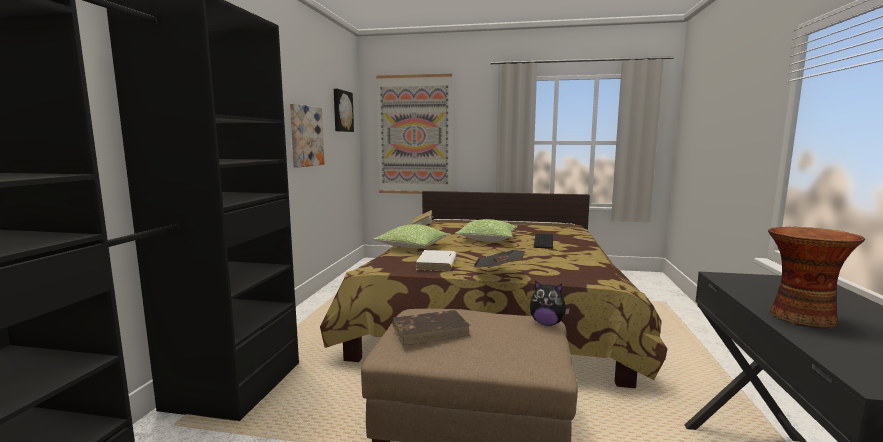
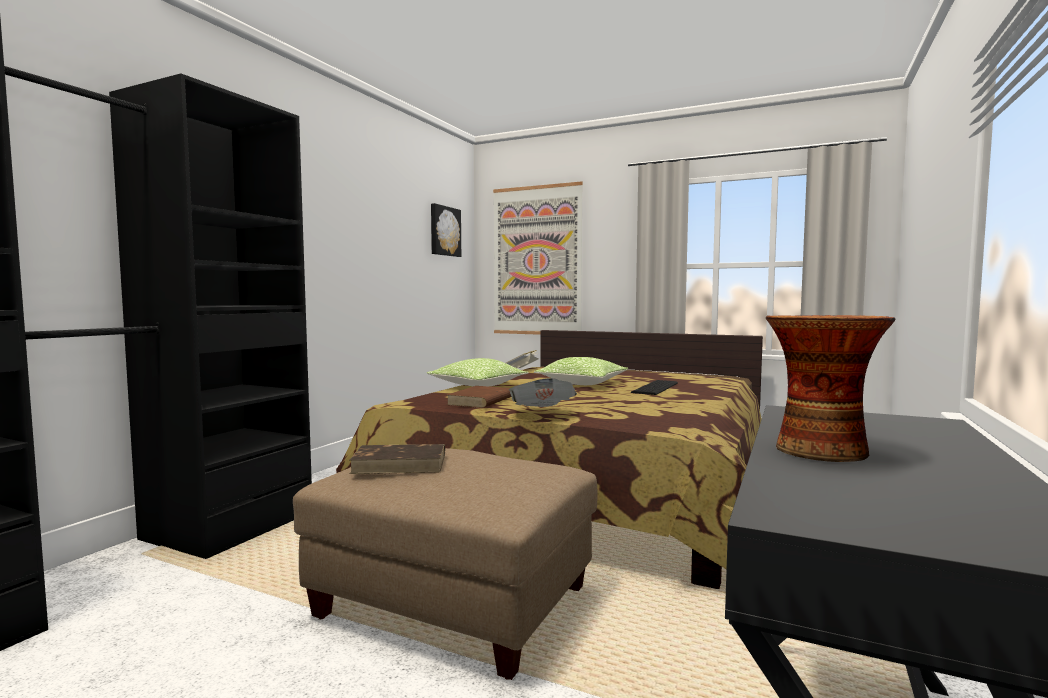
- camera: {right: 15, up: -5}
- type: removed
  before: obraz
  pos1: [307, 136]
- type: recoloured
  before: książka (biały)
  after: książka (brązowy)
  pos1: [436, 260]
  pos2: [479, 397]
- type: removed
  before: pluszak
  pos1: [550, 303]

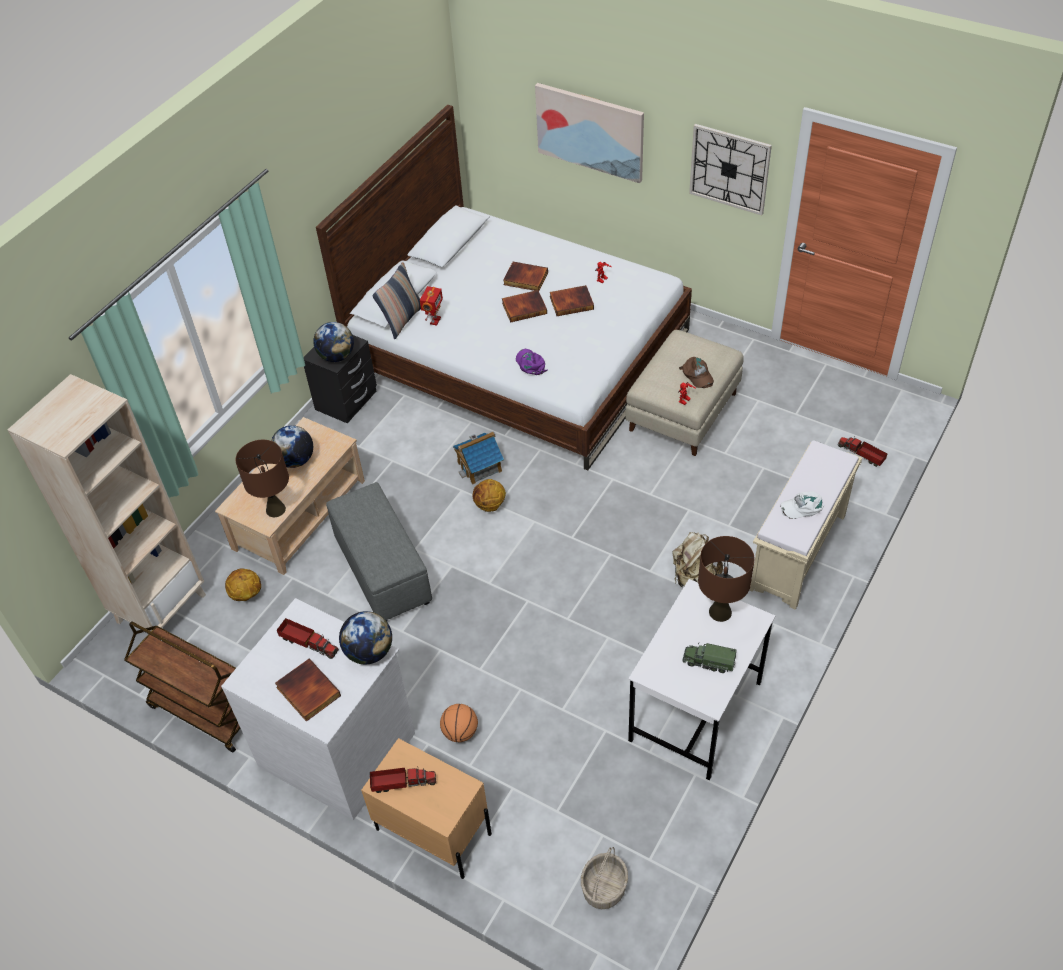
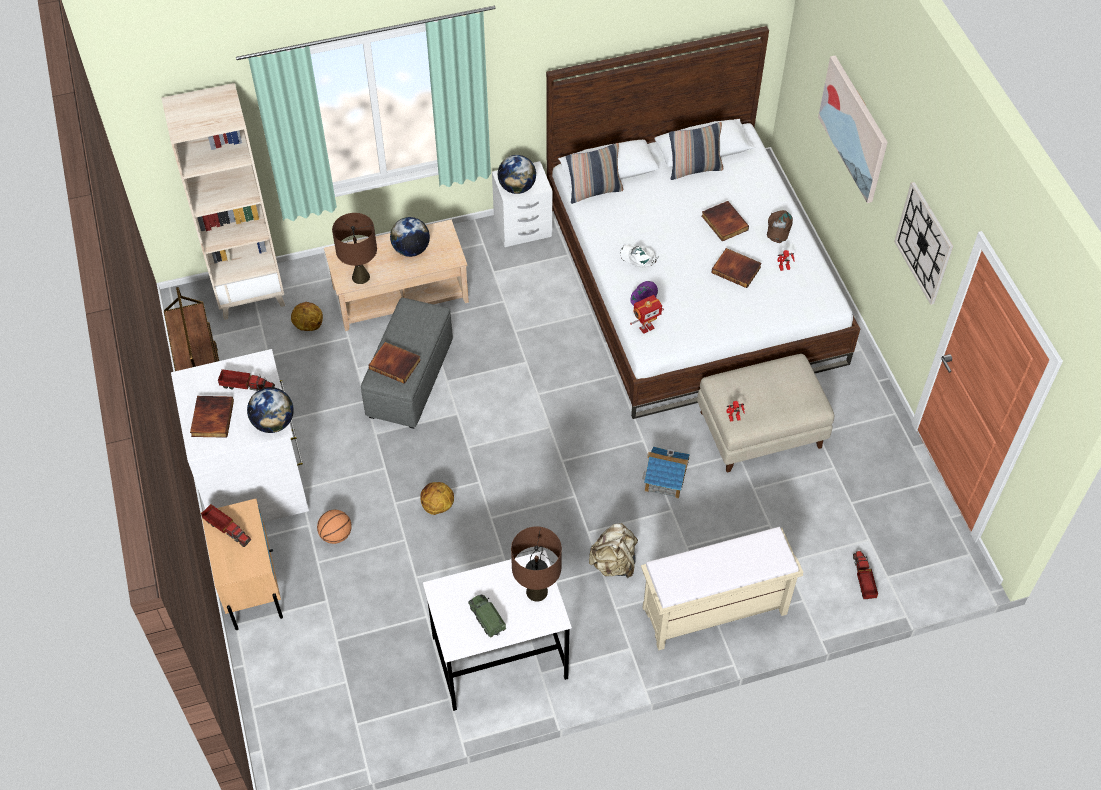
- camera: {right: 40, up: 5}
- type: turned
  before: ciężarówka zabawkowa
  pos1: [308, 638]
  pos2: [246, 380]
  turn: -60
- type: recoloured
  before: szafka nocna (czarny)
  after: szafka nocna (biały)
  pos1: [340, 379]
  pos2: [522, 204]
- type: moved
  before: robot zabawkowy
  pos1: [431, 306]
  pos2: [647, 314]
- type: moved
  before: domek
  pos1: [478, 458]
  pos2: [666, 472]
- type: moved
  before: piłka do koszykówki
  pos1: [489, 495]
  pos2: [437, 498]
- type: moved
  before: książka
  pos1: [524, 306]
  pos2: [394, 363]
- type: removed
  before: koszyk
  pos1: [604, 878]
- type: moved
  before: czapka z daszkiem (brązowy)
  pos1: [696, 372]
  pos2: [780, 226]
- type: moved
  before: czapka z daszkiem (biały)
  pos1: [802, 505]
  pos2: [639, 256]
- type: added
  after: poduszka
  pos2: [696, 151]

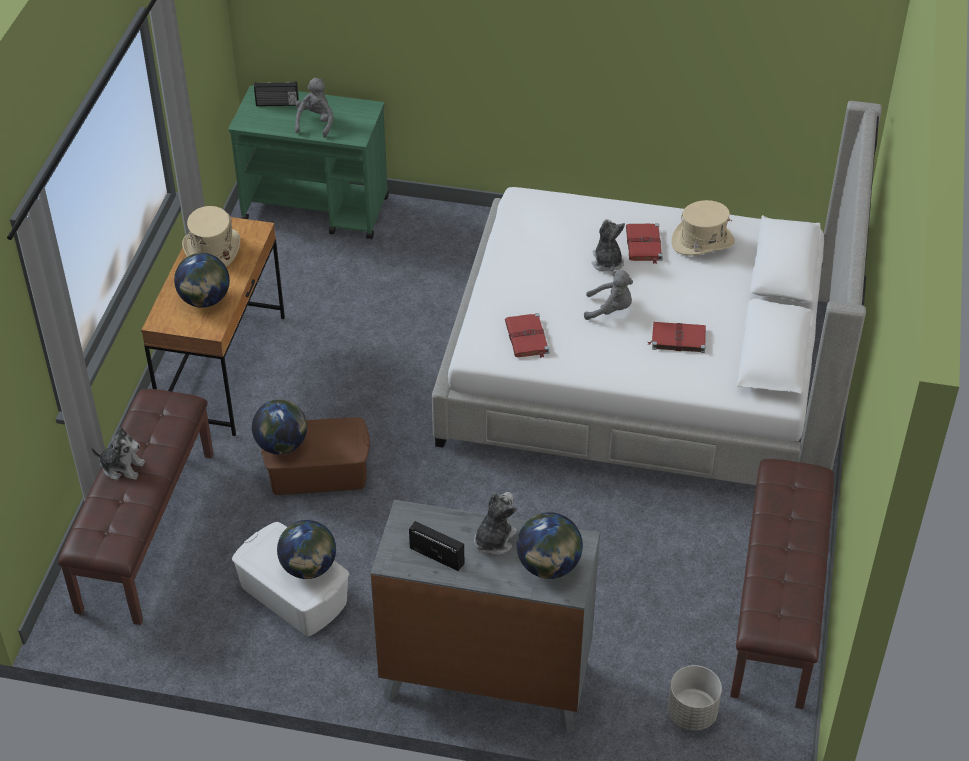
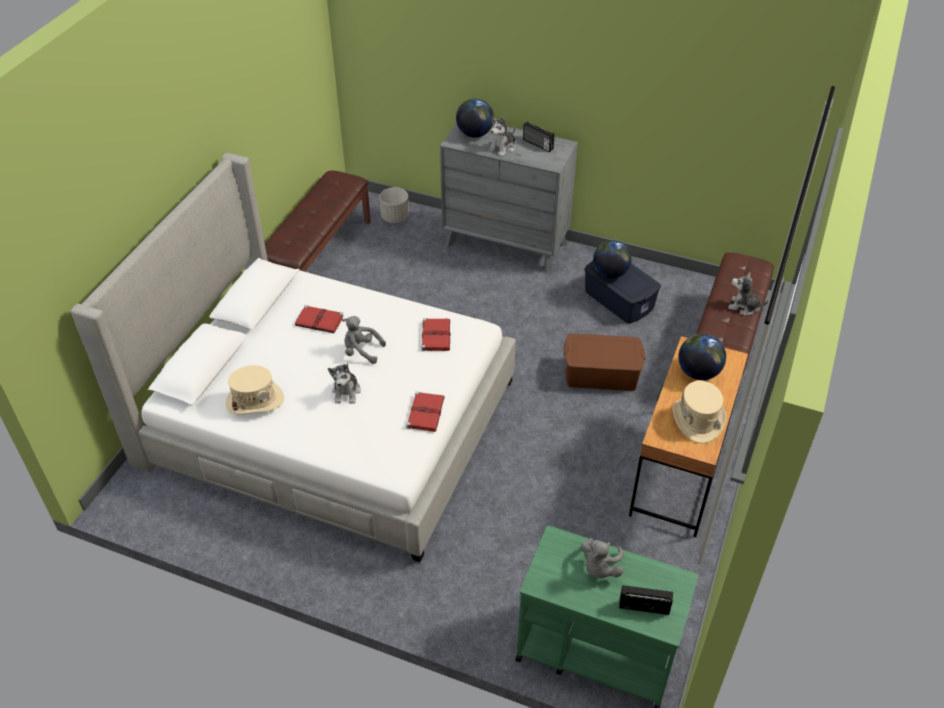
- camera: {right: -170, up: 0}
- type: recoloured
  before: pojemnik do przechowywania (biały)
  after: pojemnik do przechowywania (niebieski)
  pos1: [290, 579]
  pos2: [622, 292]
- type: removed
  before: globus
  pos1: [279, 427]
- type: moved
  before: książka (czerwony)
  pos1: [644, 243]
  pos2: [425, 412]

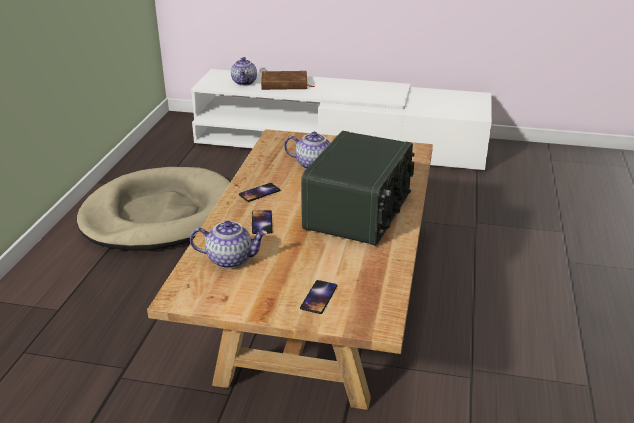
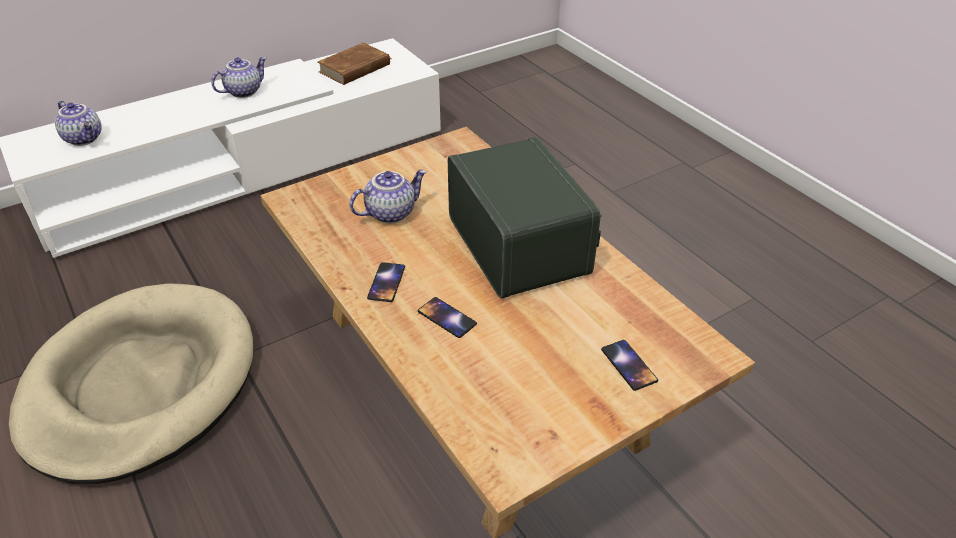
- camera: {right: -45, up: 10}
- type: moved
  before: imbryk
  pos1: [228, 245]
  pos2: [239, 77]
- type: moved
  before: książka (brązowy)
  pos1: [288, 80]
  pos2: [354, 64]

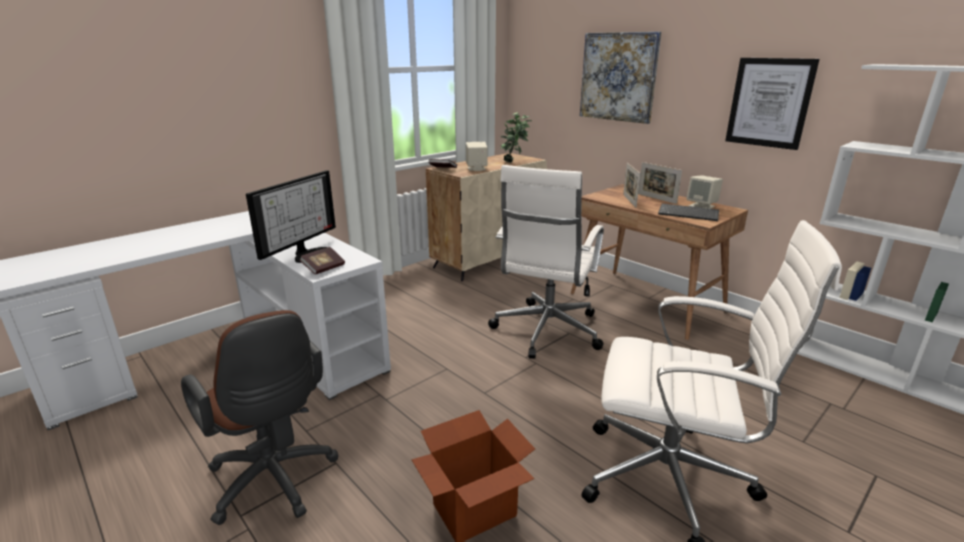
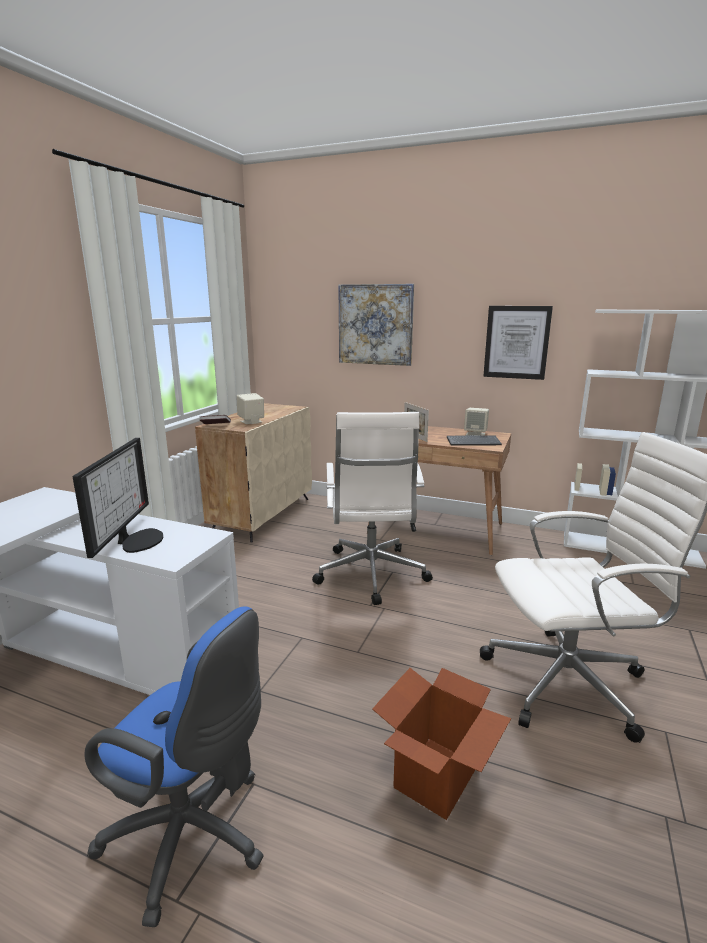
- camera: {right: -25, up: -5}
- type: recoloured
  before: krzesło biurowe (brązowy)
  after: krzesło biurowe (niebieski)
  pos1: [260, 417]
  pos2: [174, 766]
- type: removed
  before: książka
  pos1: [322, 261]
- type: removed
  before: roślina doniczkowa
  pos1: [516, 137]
- type: removed
  before: ramka na zdjęcie
  pos1: [660, 183]

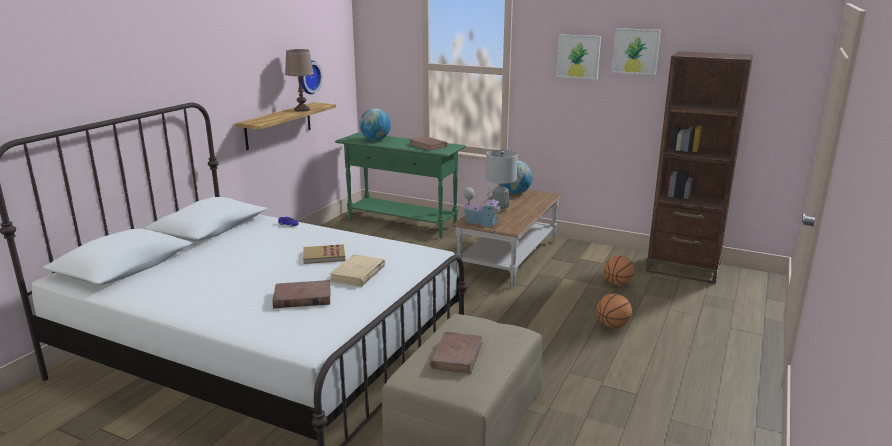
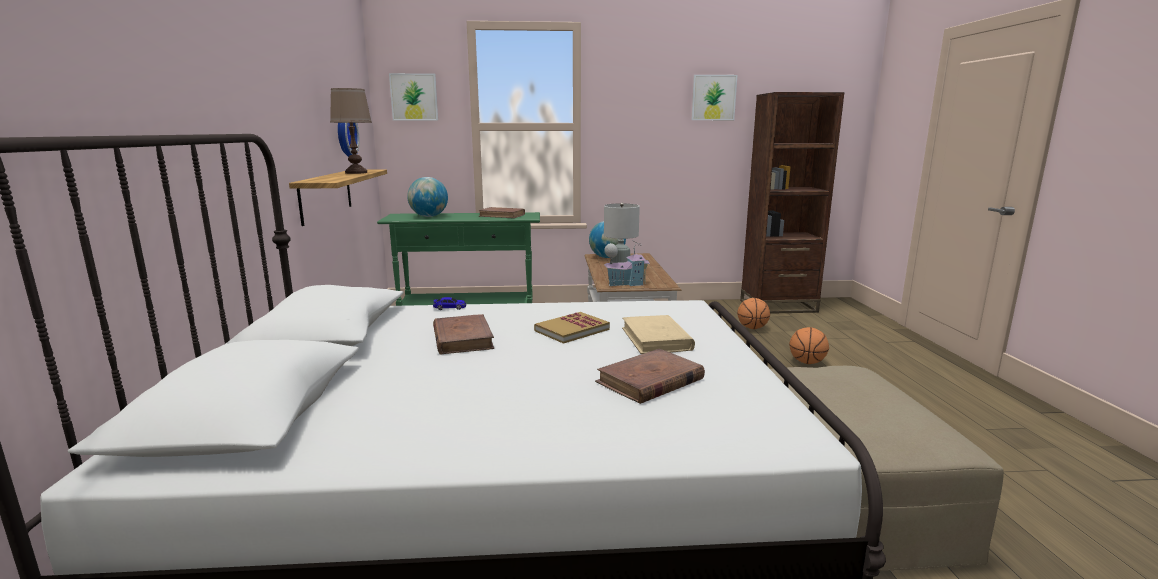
- camera: {right: -30, up: -5}
- type: moved
  before: książka (brązowy)
  pos1: [456, 353]
  pos2: [463, 334]
- type: moved
  before: obraz
  pos1: [579, 56]
  pos2: [413, 97]

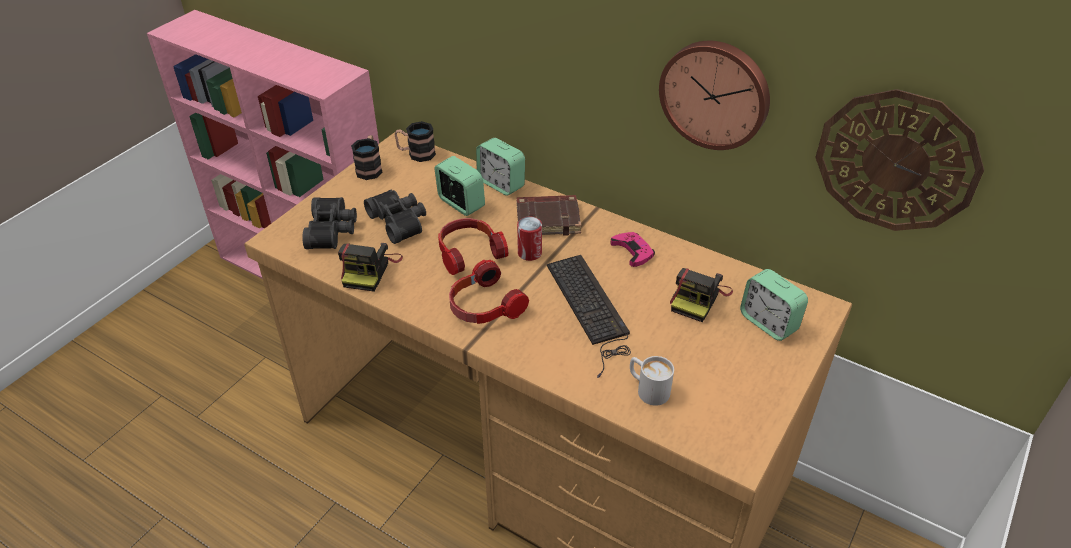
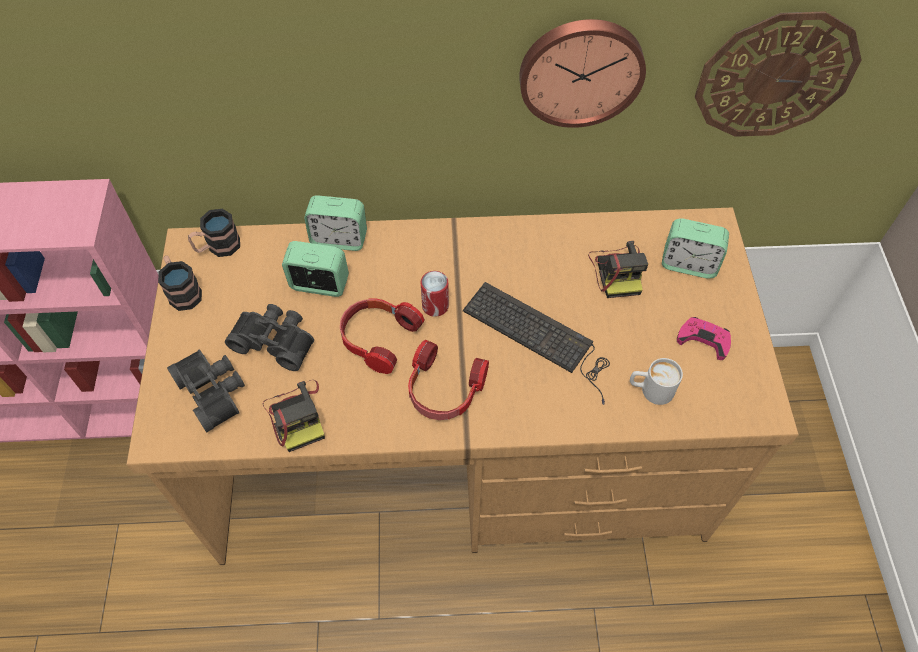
- camera: {right: -35, up: 15}
- type: removed
  before: książka (brązowy)
  pos1: [548, 215]
- type: moved
  before: pad do gier (różowy)
  pos1: [632, 249]
  pos2: [704, 338]

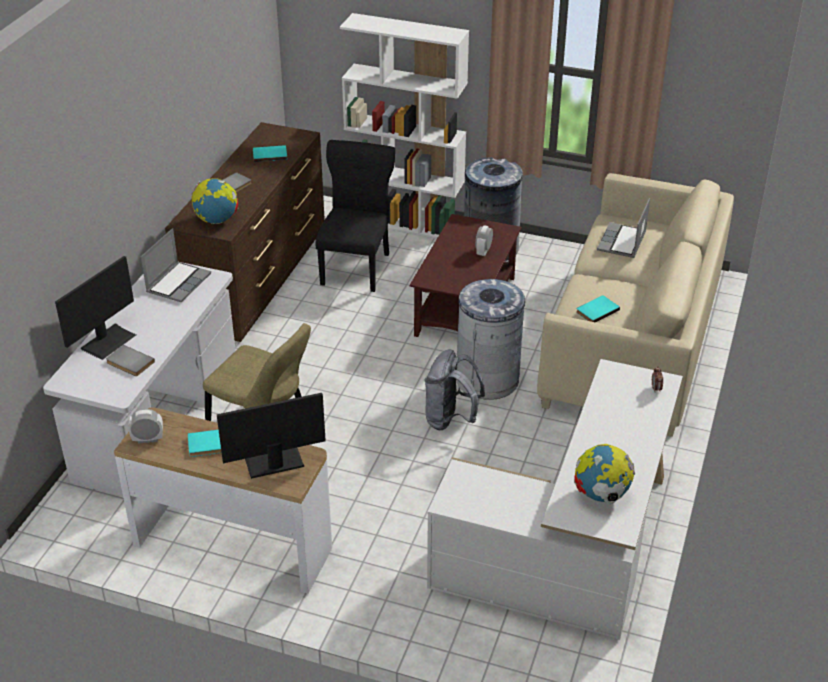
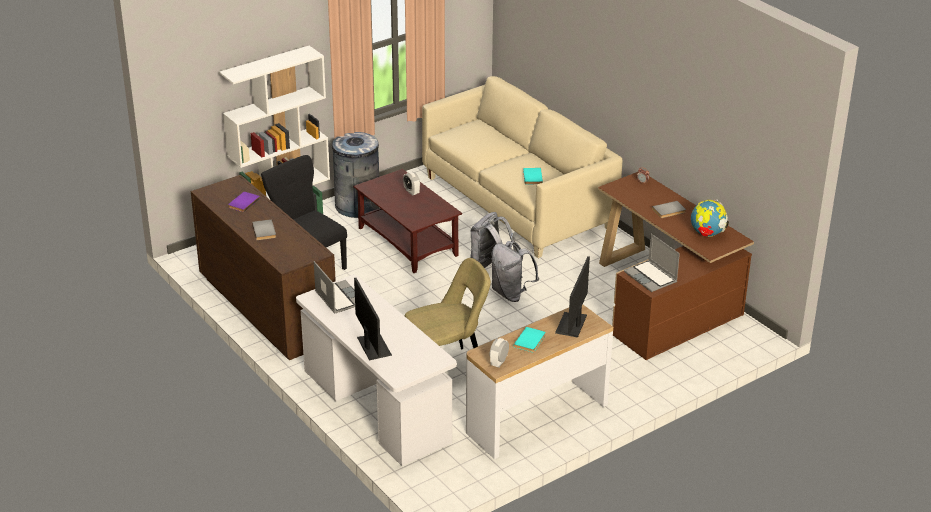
- camera: {right: -55, up: -5}
- type: moved
  before: książka (szary)
  pos1: [130, 360]
  pos2: [669, 209]
- type: removed
  before: globus
  pos1: [214, 201]
- type: recoloured
  before: książka (turkusowy)
  after: książka (fioletowy)
  pos1: [270, 153]
  pos2: [244, 202]
- type: recoloured
  before: biurko (biały)
  after: biurko (brązowy)
  pos1: [555, 499]
  pos2: [676, 266]
- type: replaced
  before: kosz na śmieci (szary)
  after: plecak (szary)
  pos1: [490, 339]
  pos2: [493, 240]
- type: moved
  before: laptop
  pos1: [623, 228]
  pos2: [652, 263]

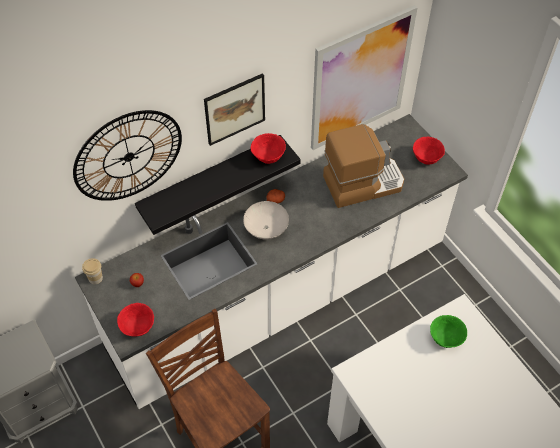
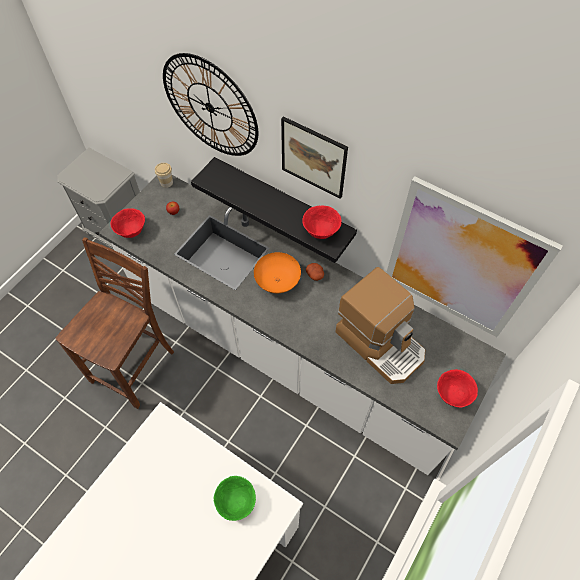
- camera: {right: 65, up: 5}
- type: recoloured
  before: miska (biały)
  after: miska (pomarańczowy)
  pos1: [266, 220]
  pos2: [277, 272]

